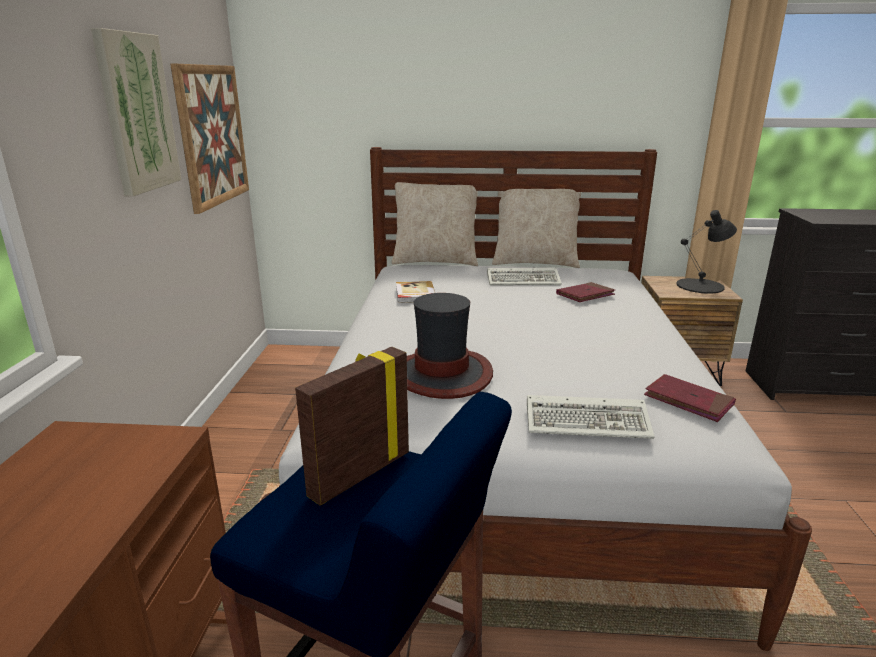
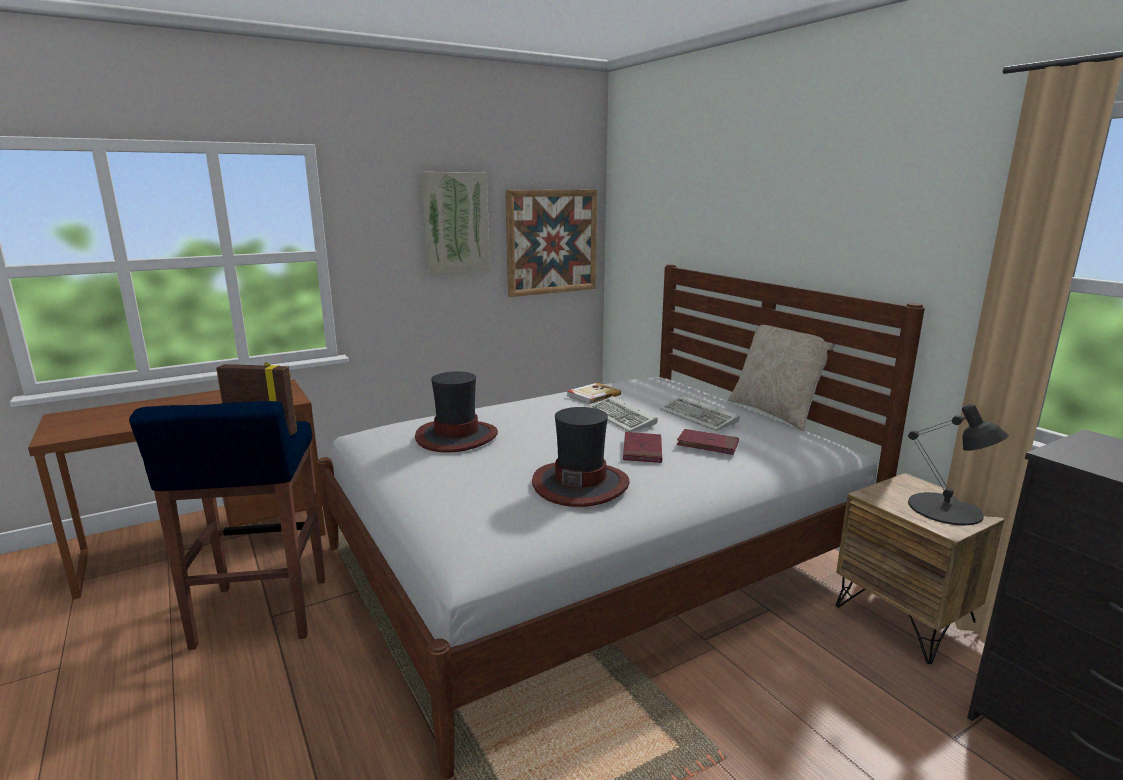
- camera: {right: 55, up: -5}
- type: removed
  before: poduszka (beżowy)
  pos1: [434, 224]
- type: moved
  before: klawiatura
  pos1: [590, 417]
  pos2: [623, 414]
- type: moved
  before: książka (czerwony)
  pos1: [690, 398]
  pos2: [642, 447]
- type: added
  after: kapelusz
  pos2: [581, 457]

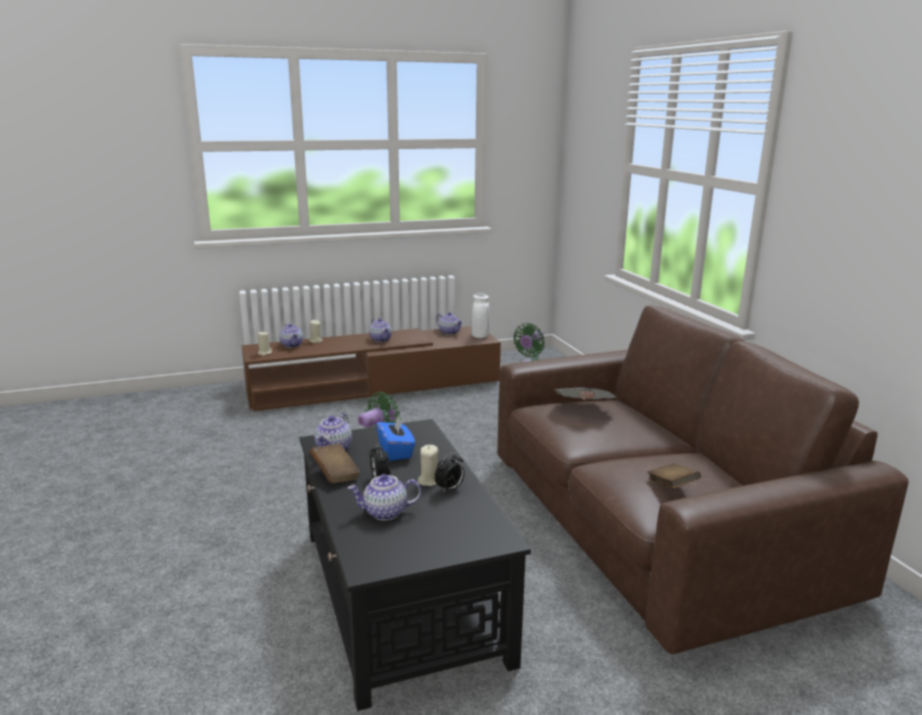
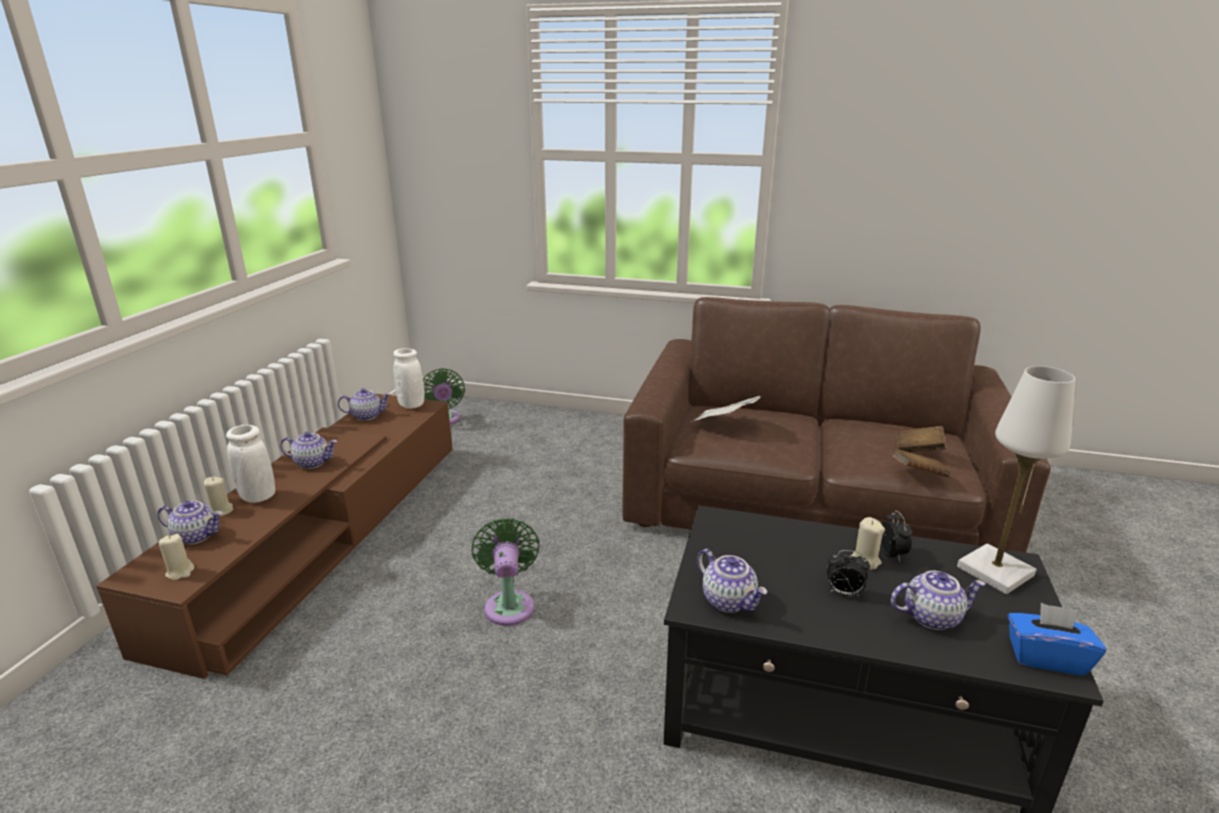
- camera: {right: -55, up: 5}
- type: moved
  before: książka (brązowy)
  pos1: [335, 463]
  pos2: [921, 462]
- type: turned
  before: imbryk
  pos1: [384, 497]
  pos2: [938, 600]
  turn: -120
- type: moved
  before: pudełko chusteczek (niebieski)
  pos1: [395, 438]
  pos2: [1057, 639]
- type: added
  after: wazon (biały)
  pos2: [250, 464]
- type: added
  after: lampa stołowa (biały)
  pos2: [1016, 480]

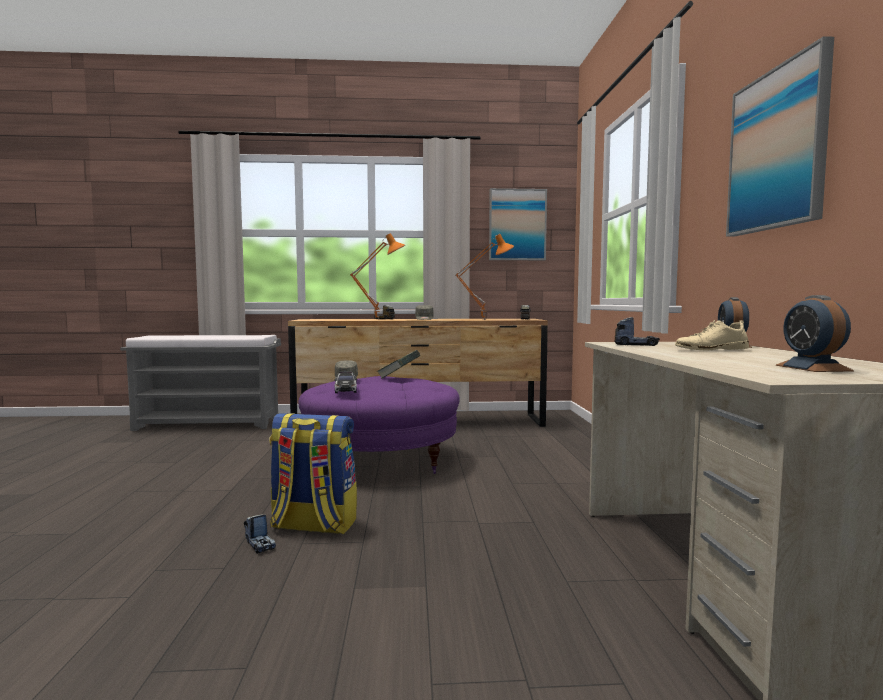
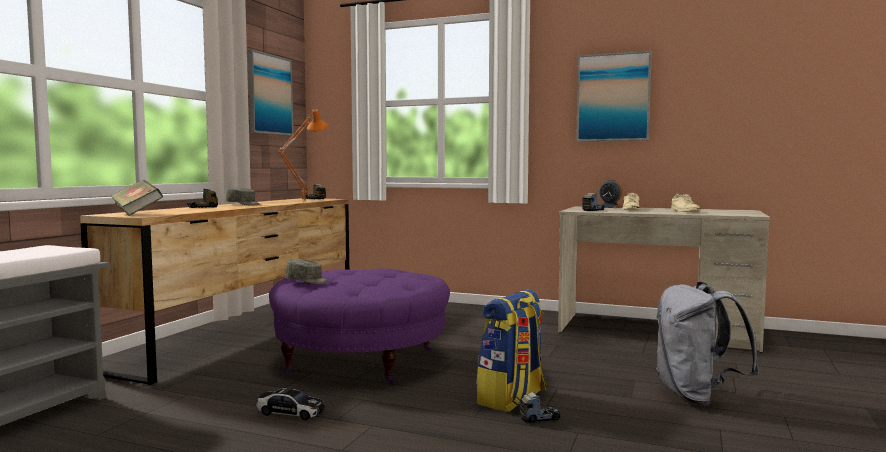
- camera: {right: -65, up: 0}
- type: moved
  before: samochodzik
  pos1: [345, 382]
  pos2: [290, 403]
- type: removed
  before: lampa stołowa (pomarańczowy)
  pos1: [377, 276]
- type: moved
  before: książka
  pos1: [399, 364]
  pos2: [137, 198]
- type: removed
  before: budzik
  pos1: [815, 333]
- type: added
  after: plecak (szary)
  pos2: [707, 344]
- type: added
  after: but (beżowy)
  pos2: [686, 203]

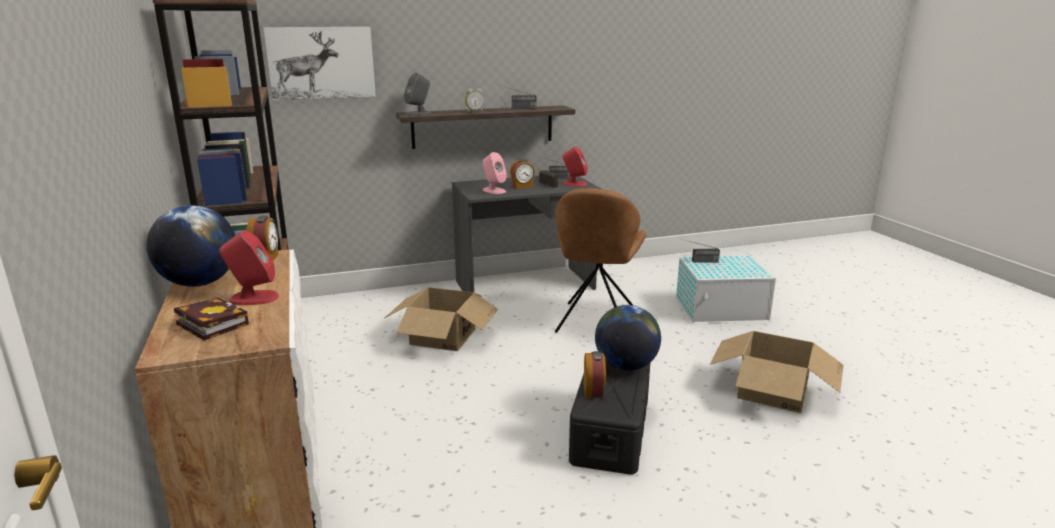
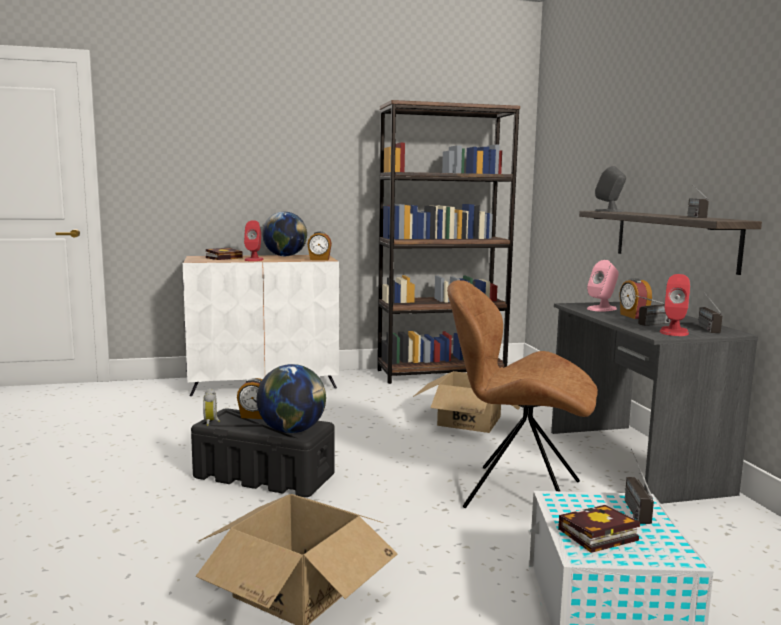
- camera: {right: 95, up: -10}
- type: removed
  before: obraz
  pos1: [319, 63]
- type: moved
  before: budzik
  pos1: [474, 100]
  pos2: [211, 407]
- type: added
  after: książka
  pos2: [599, 529]

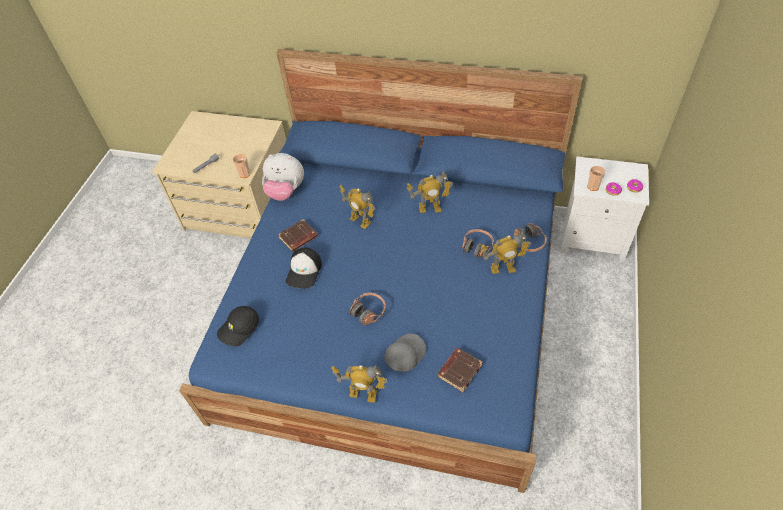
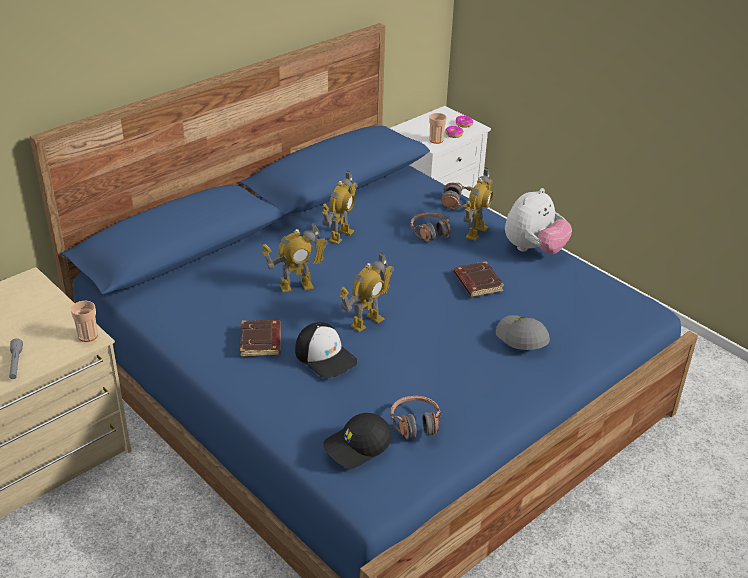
- camera: {right: -60, up: -15}
- type: turned
  before: czapka z daszkiem (czarny)
  pos1: [238, 326]
  pos2: [357, 441]
  turn: 75
- type: moved
  before: pluszak
  pos1: [283, 177]
  pos2: [538, 221]
- type: moved
  before: robot zabawkowy
  pos1: [359, 384]
  pos2: [366, 292]
- type: moved
  before: słuchawki
  pos1: [368, 309]
  pos2: [415, 417]
- type: moved
  before: książka (brązowy)
  pos1: [459, 370]
  pos2: [479, 279]

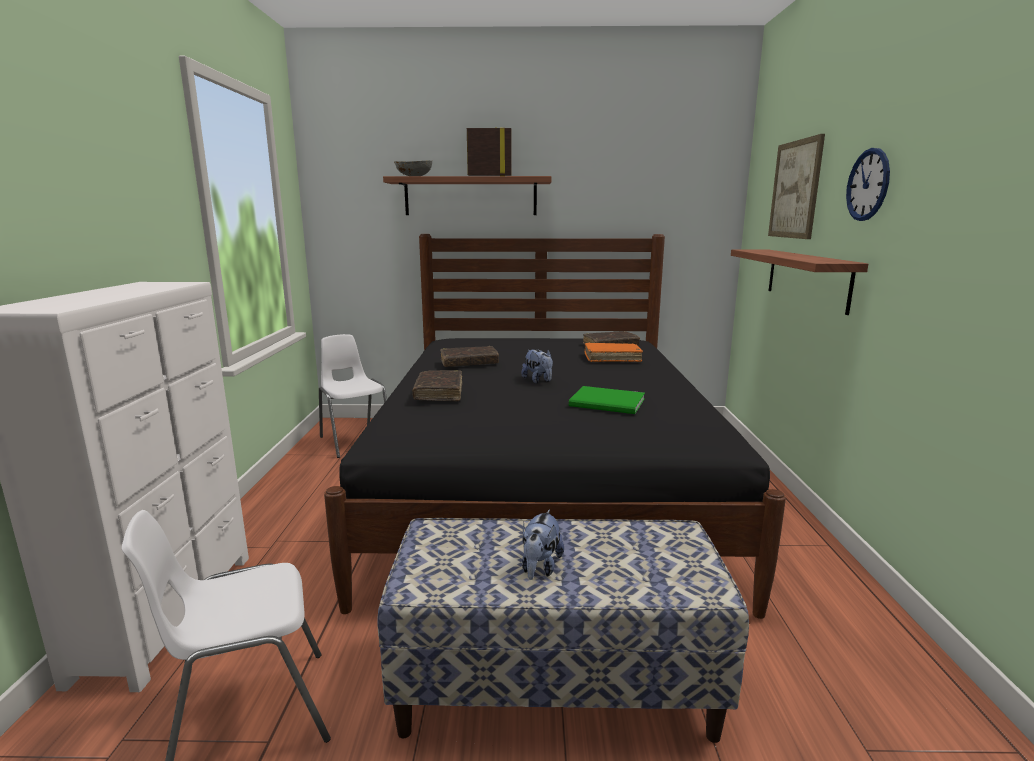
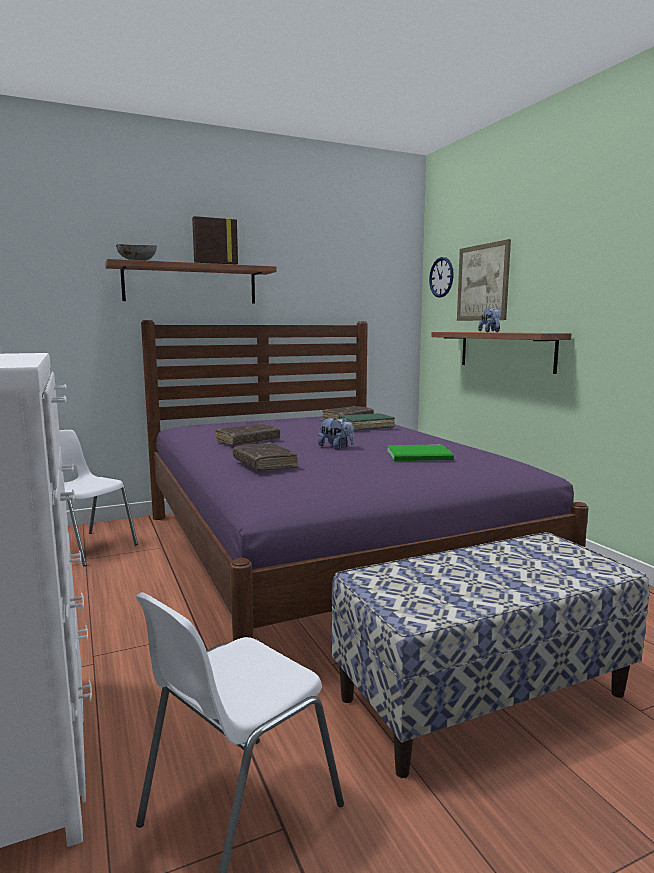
- camera: {right: -25, up: -5}
- type: recoloured
  before: łóżko (czarny)
  after: łóżko (fioletowy)
  pos1: [555, 426]
  pos2: [364, 480]
- type: moved
  before: pluszak
  pos1: [543, 544]
  pos2: [489, 319]
- type: recoloured
  before: książka (pomarańczowy)
  after: książka (zielony)
  pos1: [614, 352]
  pos2: [366, 422]
- type: moved
  before: zegar ścienny
  pos1: [868, 184]
  pos2: [441, 277]

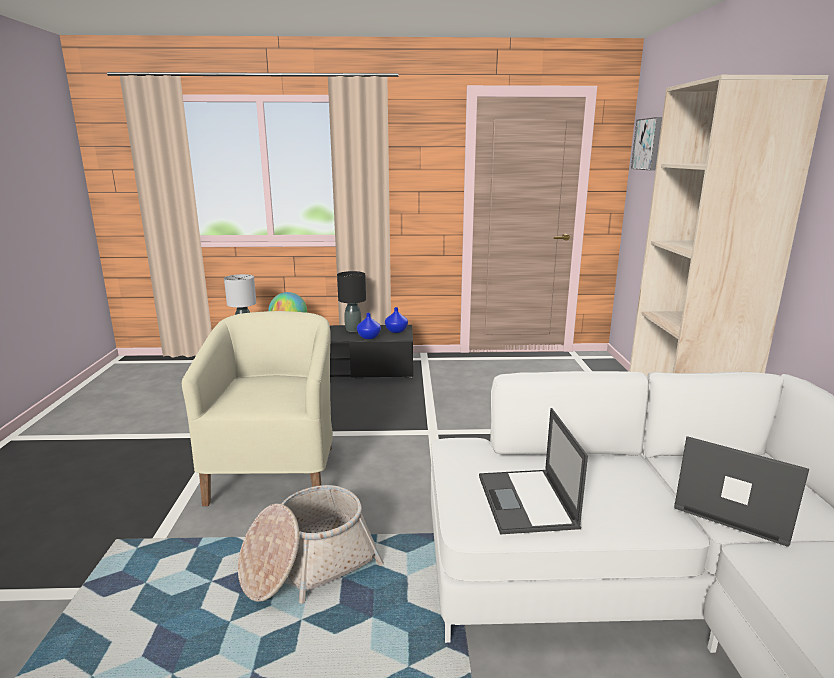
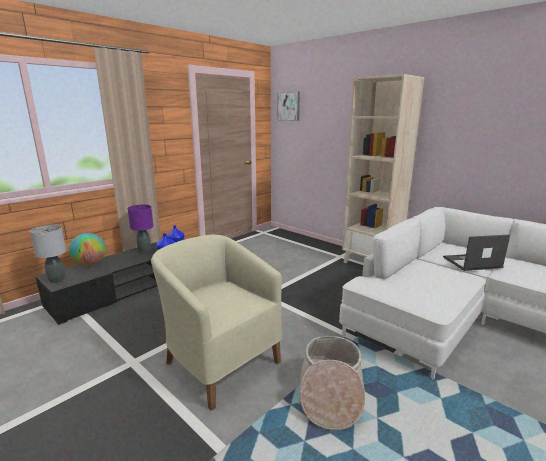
- camera: {right: -45, up: 0}
- type: recoloured
  before: lampa stołowa (czarny)
  after: lampa stołowa (fioletowy)
  pos1: [351, 301]
  pos2: [140, 228]
- type: removed
  before: laptop
  pos1: [533, 471]

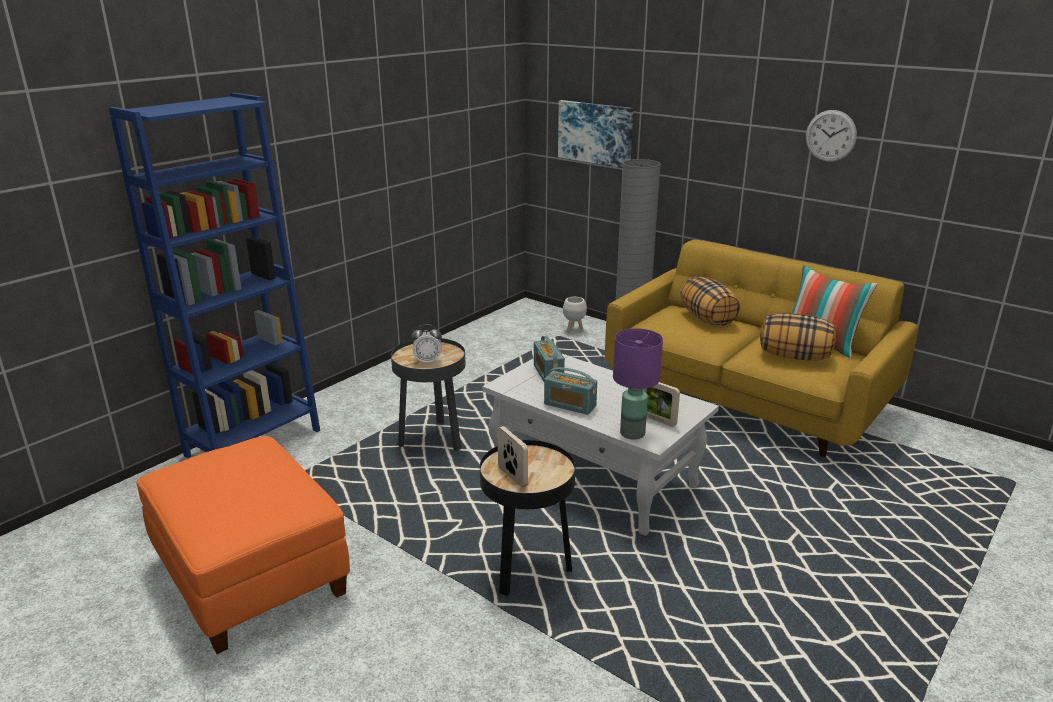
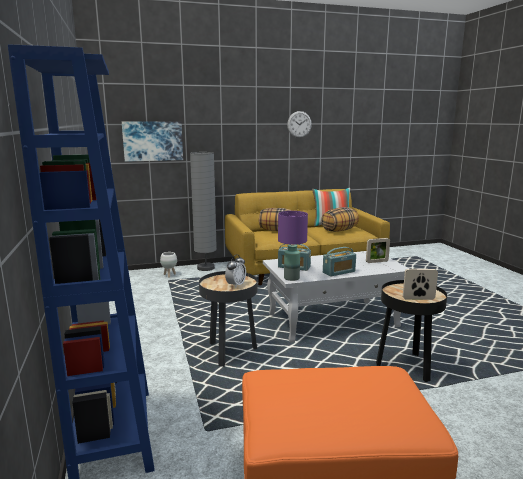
- camera: {right: -55, up: -10}
- type: moved
  before: lampa stołowa (fioletowy)
  pos1: [638, 383]
  pos2: [293, 246]

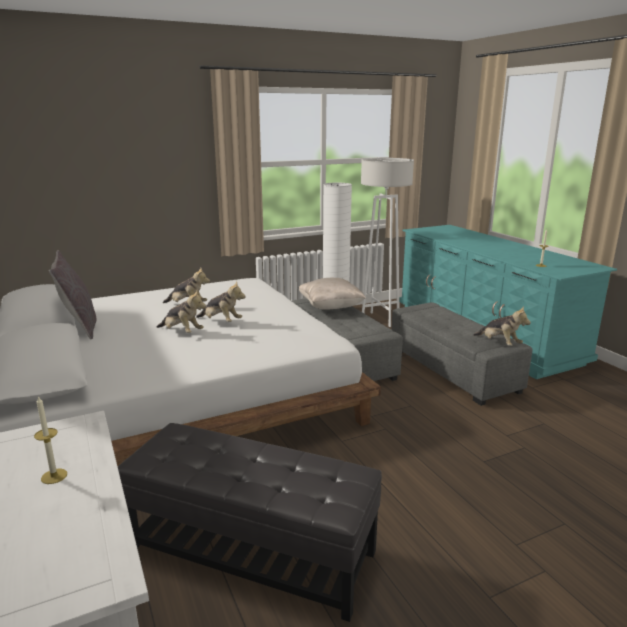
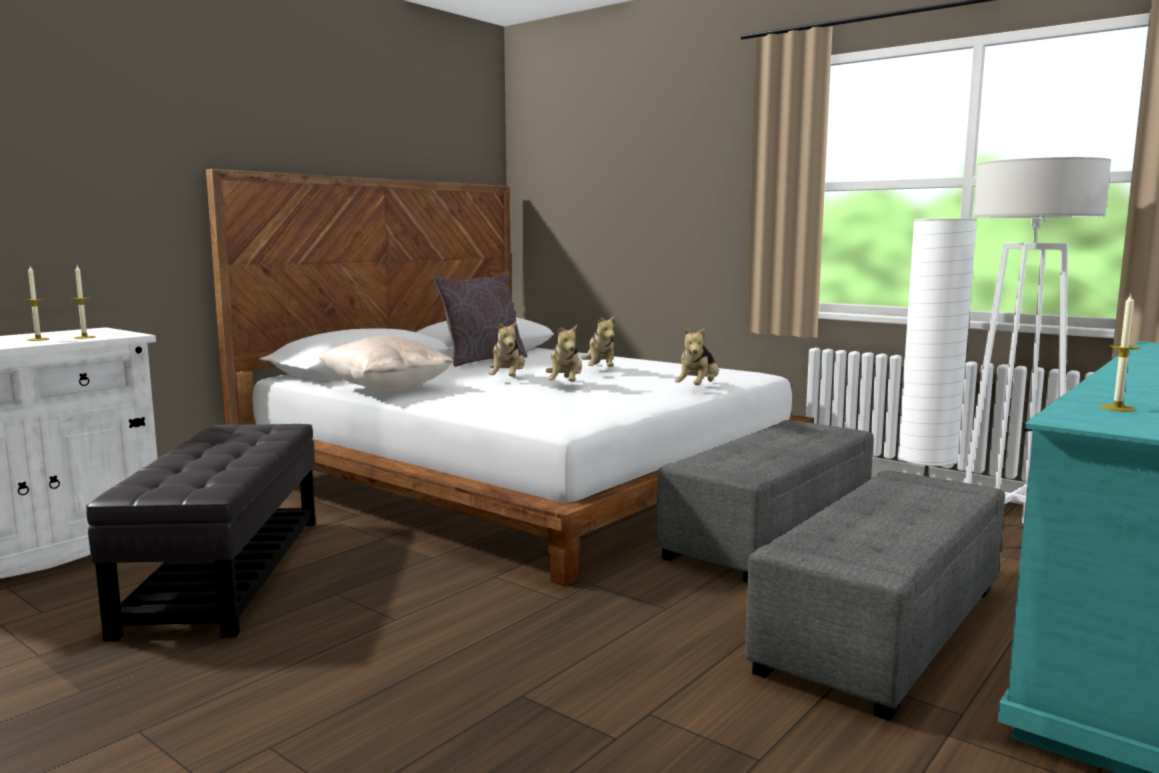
- camera: {right: 65, up: -10}
- type: moved
  before: poduszka (beżowy)
  pos1: [332, 294]
  pos2: [386, 363]
- type: moved
  before: pluszak
  pos1: [502, 326]
  pos2: [697, 356]
- type: added
  after: świeca
  pos2: [83, 302]

